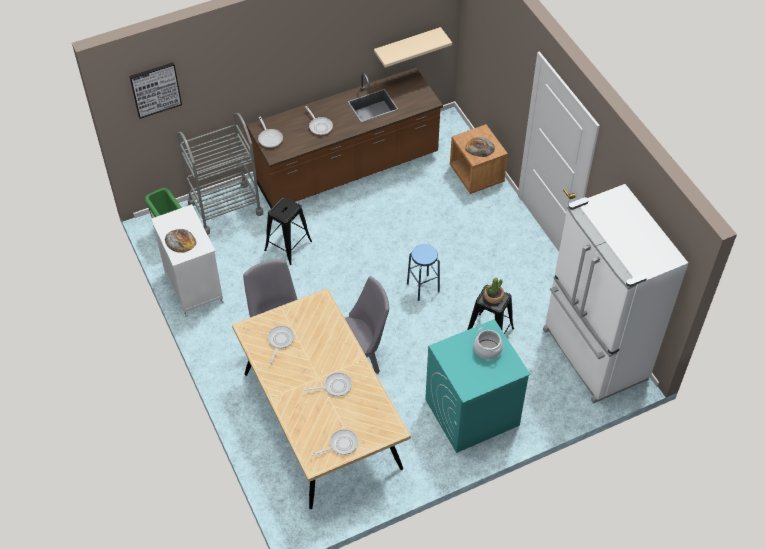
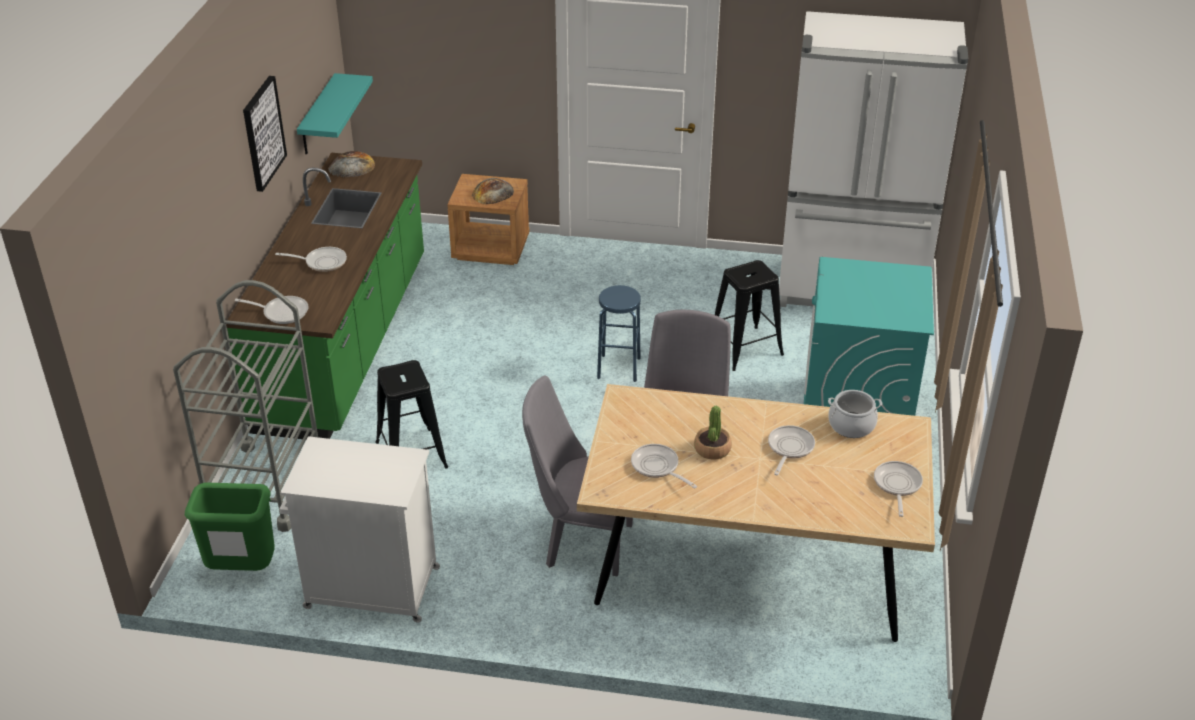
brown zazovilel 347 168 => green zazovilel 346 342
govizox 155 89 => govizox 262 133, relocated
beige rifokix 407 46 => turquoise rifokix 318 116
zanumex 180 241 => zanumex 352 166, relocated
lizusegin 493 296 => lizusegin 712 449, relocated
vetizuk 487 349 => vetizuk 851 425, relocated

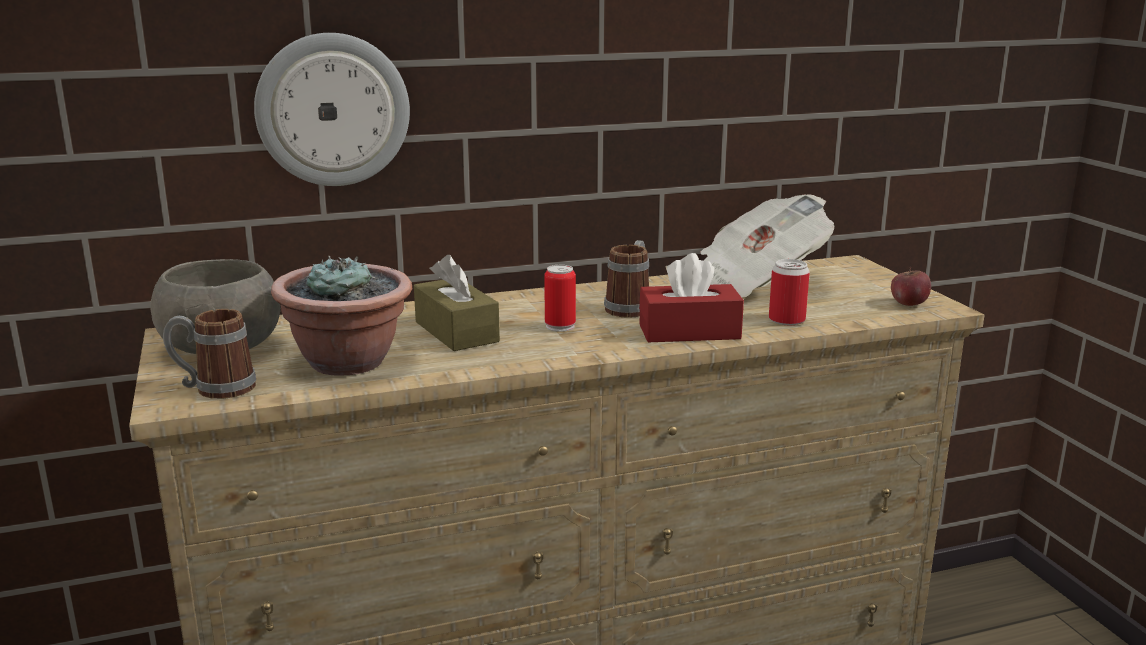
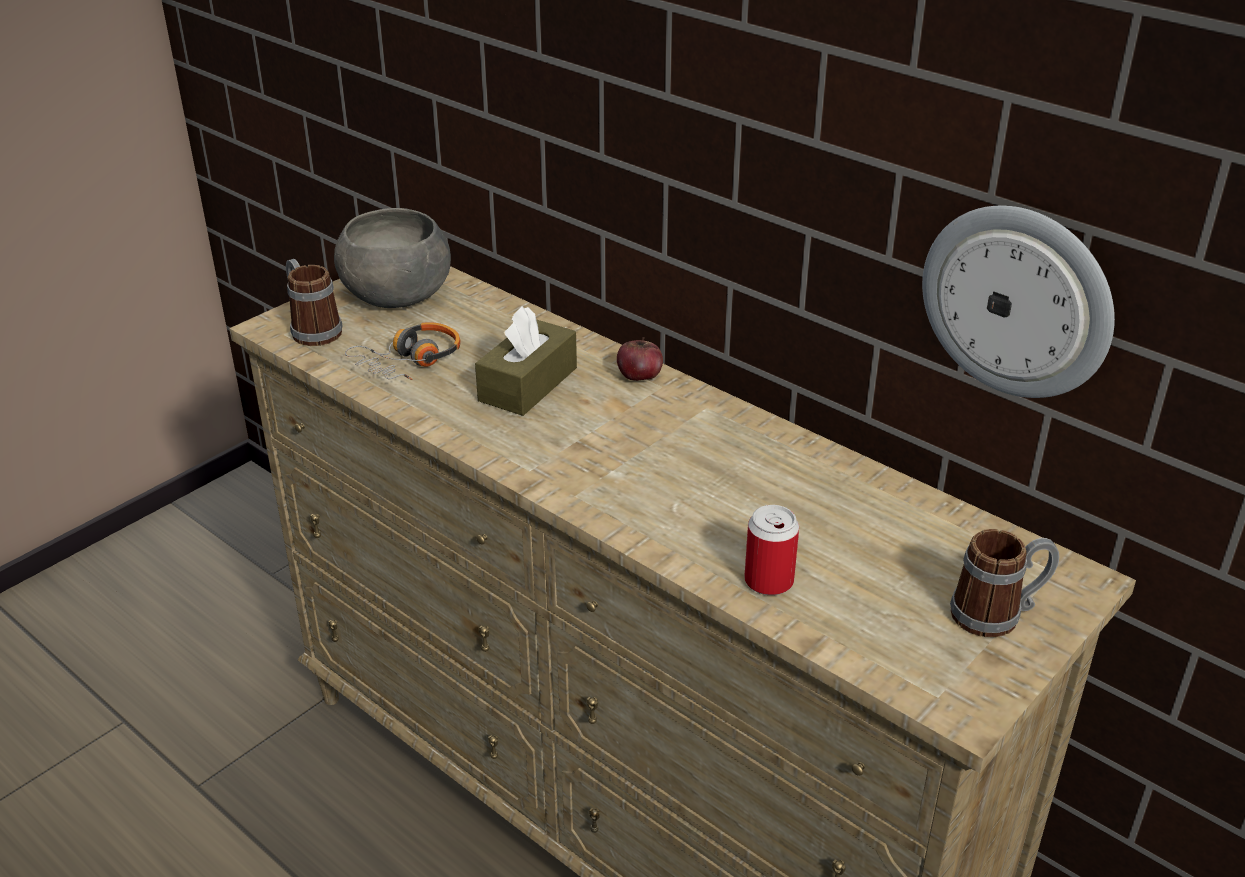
lizusegin 349 362 => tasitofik 410 362
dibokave 908 304 => dibokave 639 377, relocated
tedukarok 333 110 => tedukarok 1017 301, relocated
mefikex 630 307 => mefikex 997 614, relocated
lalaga 560 326 => nothing
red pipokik 689 332 => nothing
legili 752 284 => nothing

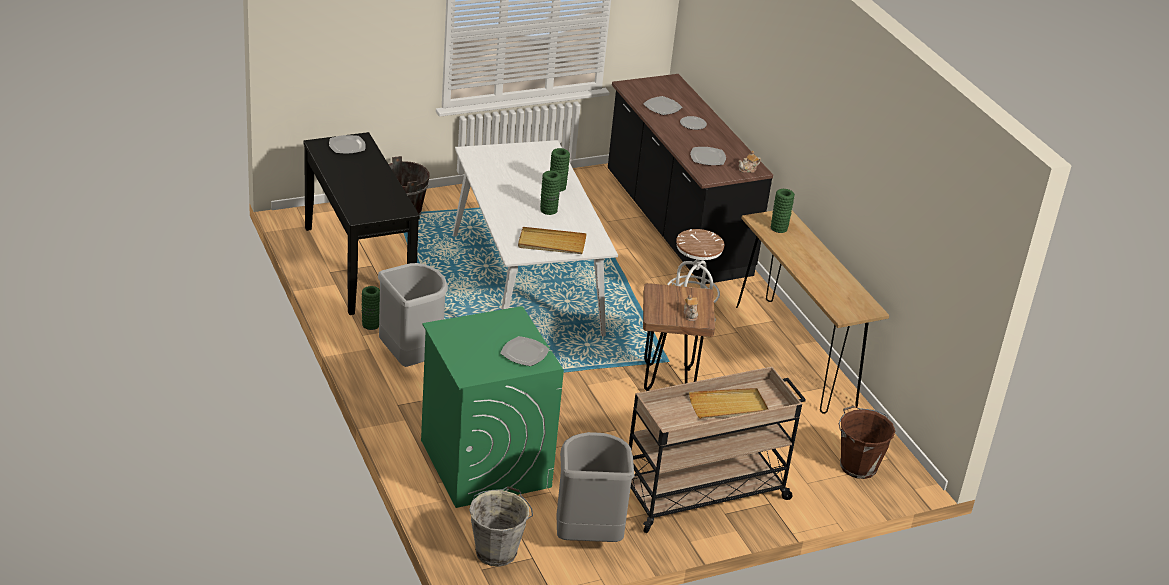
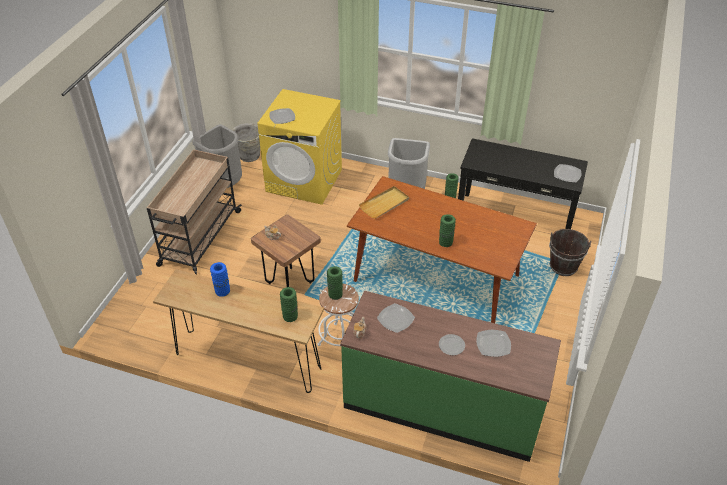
nothing => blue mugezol 222 291
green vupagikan 485 463 => yellow vupagikan 304 180
green mugezol 548 210 => green mugezol 335 294, relocated
black zazovilel 675 226 => green zazovilel 442 406
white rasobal 527 284 => brown rasobal 435 278
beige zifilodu 728 406 => nothing
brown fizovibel 857 465 => nothing

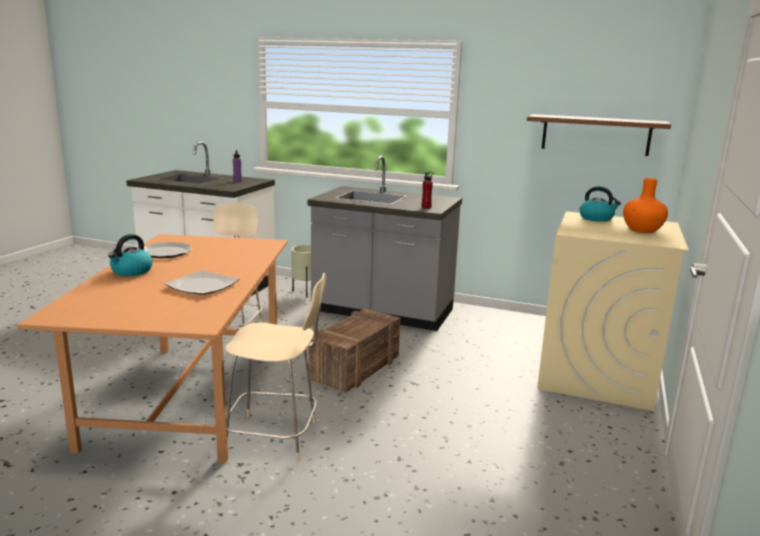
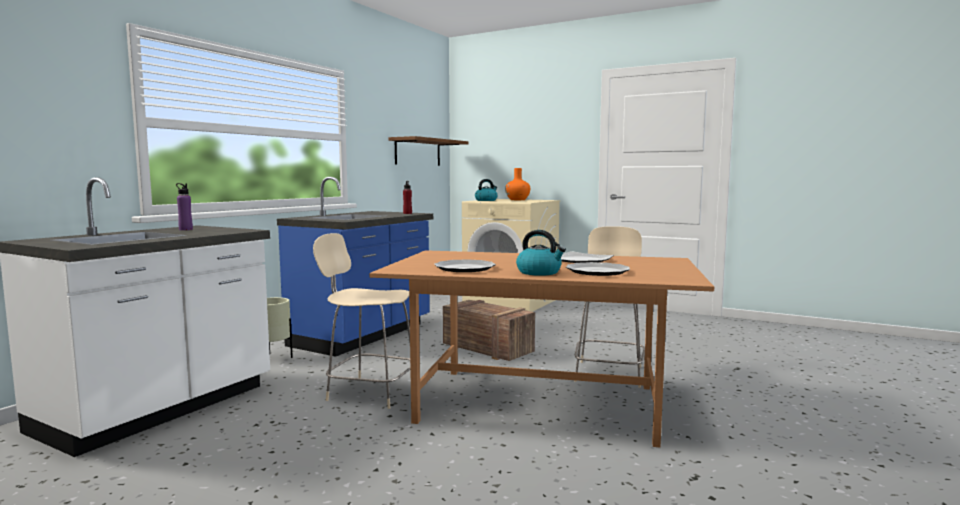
grey zazovilel 382 312 => blue zazovilel 363 335
nothing => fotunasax 598 271

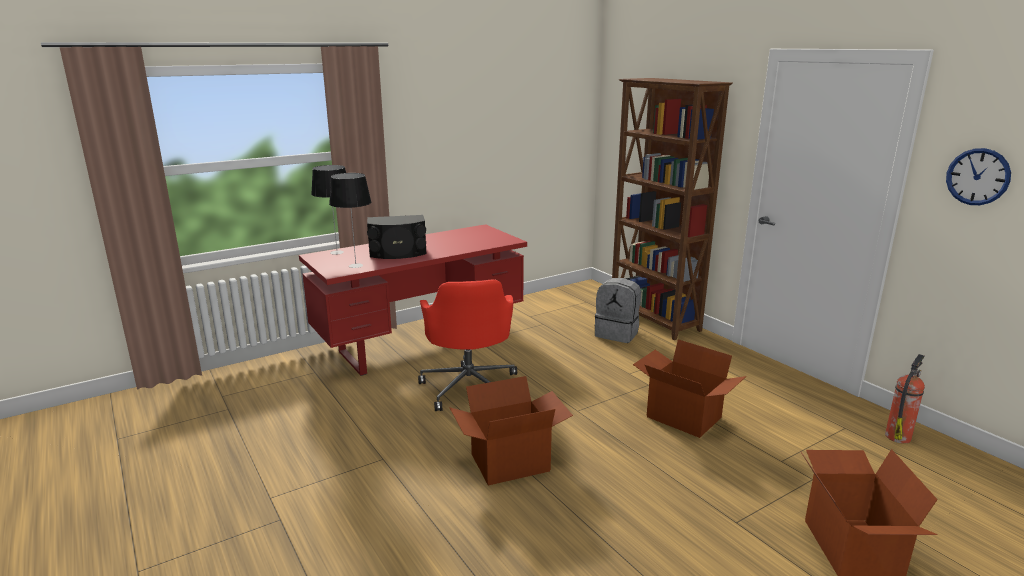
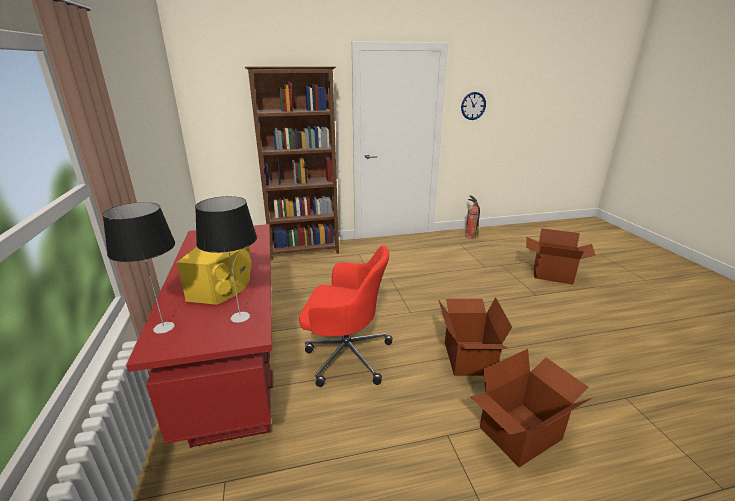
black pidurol 398 253 => yellow pidurol 224 285
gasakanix 683 418 => gasakanix 521 434, relocated
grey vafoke 617 333 => nothing

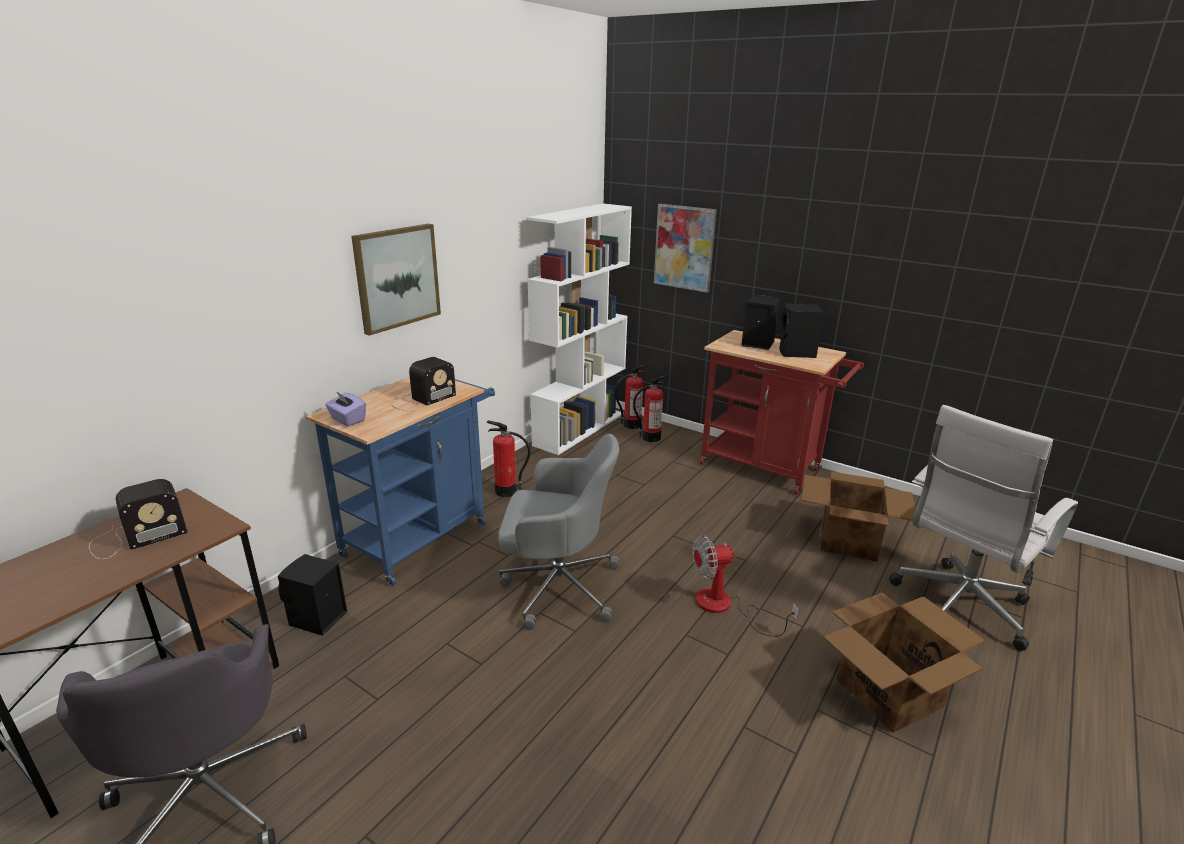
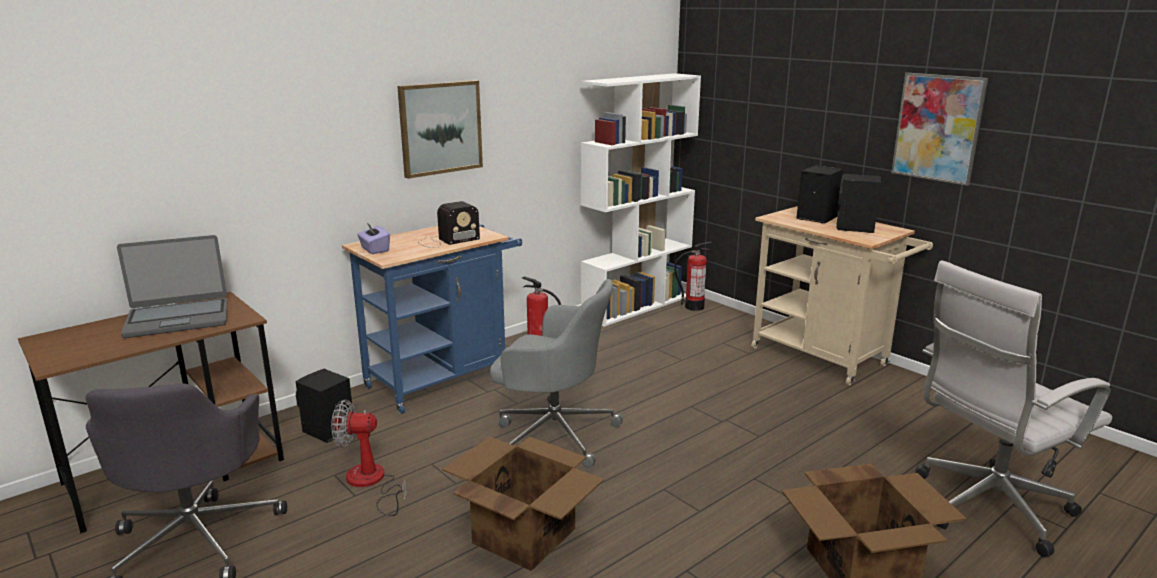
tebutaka 135 538 => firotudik 178 319
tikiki 725 607 => tikiki 371 483, relocated
gasakanix 847 540 => gasakanix 523 535, relocated
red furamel 767 469 => beige furamel 826 359
govizox 684 247 => govizox 938 128, relocated
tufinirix 651 437 => nothing

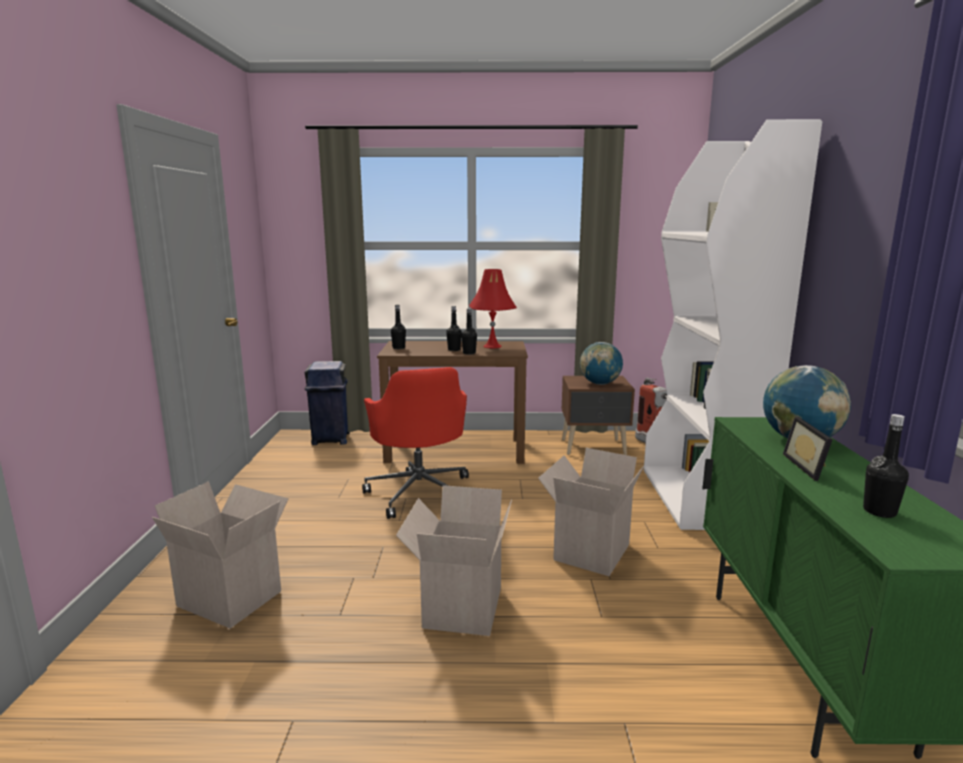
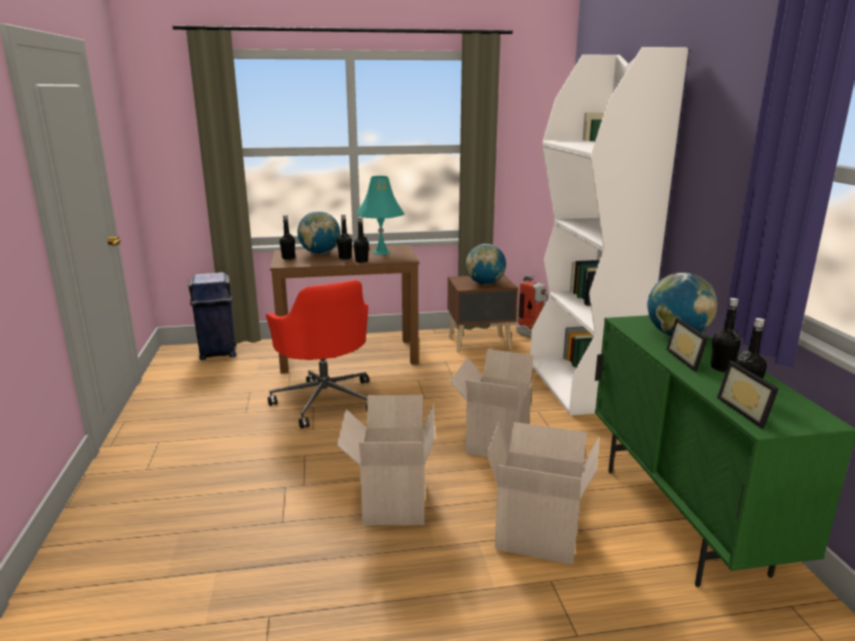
nothing => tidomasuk 320 253
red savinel 492 346 => turquoise savinel 381 252
gasakanix 233 597 => gasakanix 539 534, relocated
nothing => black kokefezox 722 368
nothing => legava 748 411

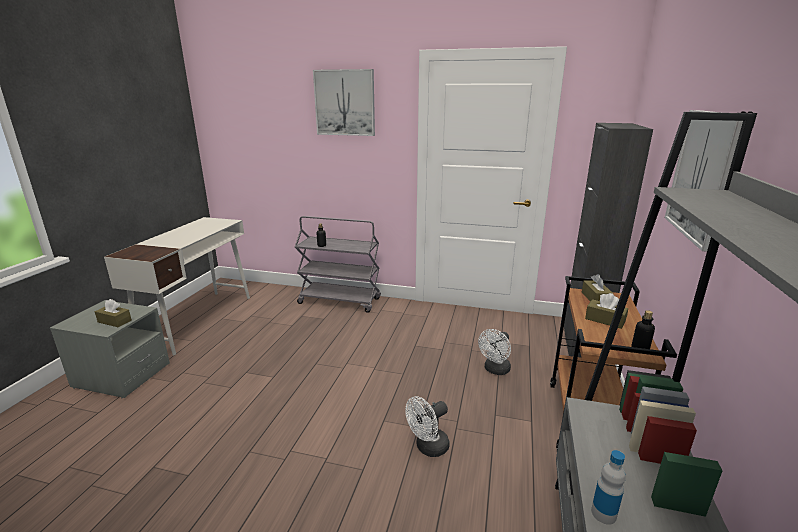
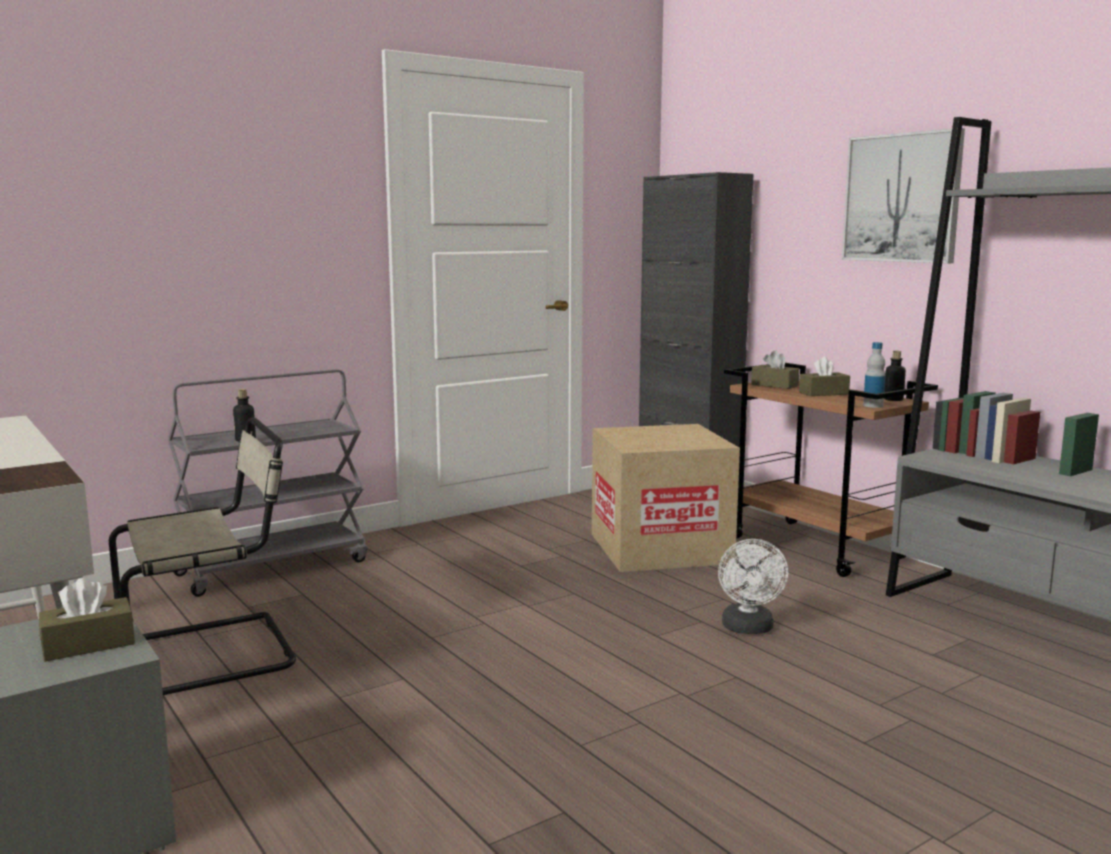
nothing => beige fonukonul 214 653
white tikiki 495 370 => gasakanix 660 548
kokefezox 603 513 => kokefezox 873 405, relocated
govizox 345 103 => nothing

